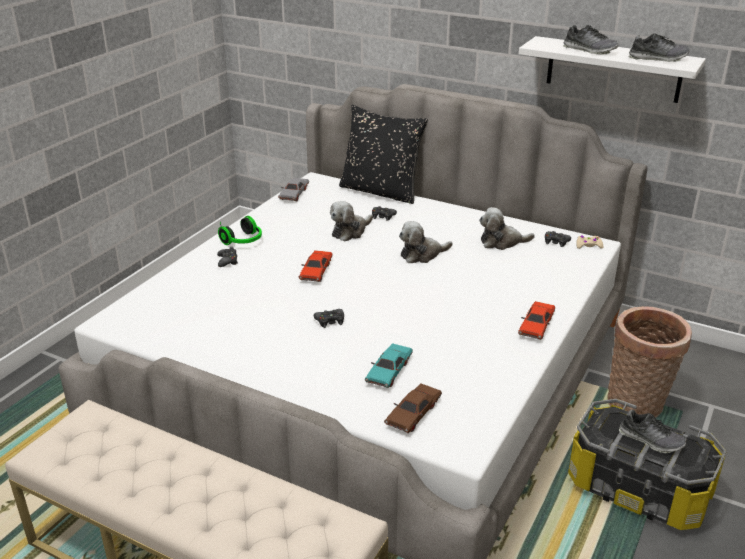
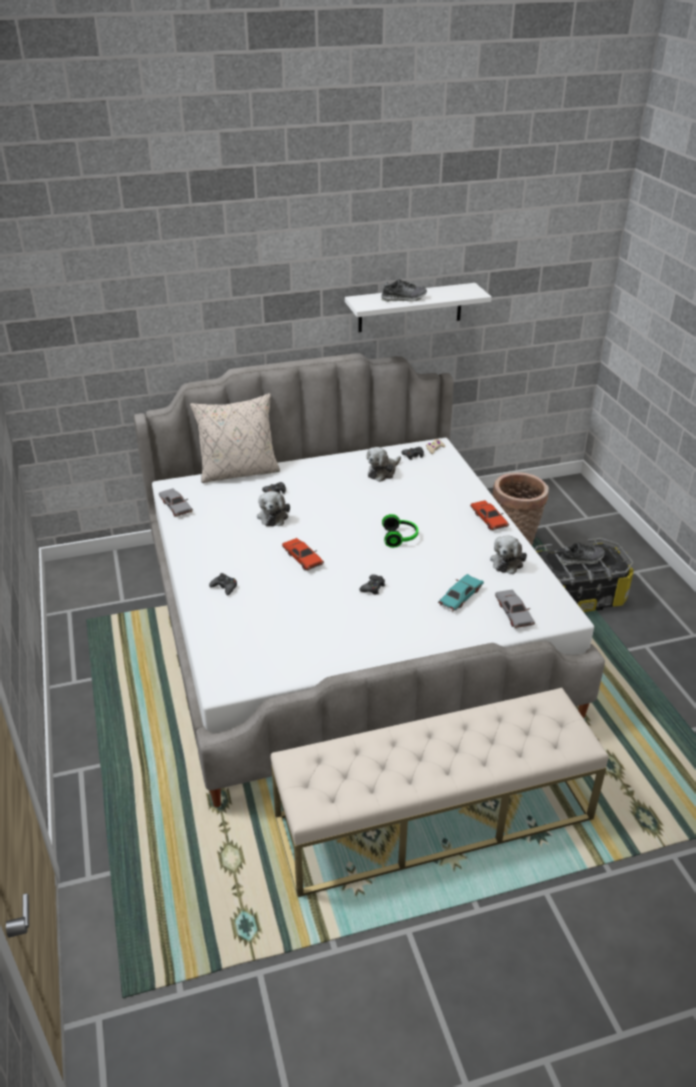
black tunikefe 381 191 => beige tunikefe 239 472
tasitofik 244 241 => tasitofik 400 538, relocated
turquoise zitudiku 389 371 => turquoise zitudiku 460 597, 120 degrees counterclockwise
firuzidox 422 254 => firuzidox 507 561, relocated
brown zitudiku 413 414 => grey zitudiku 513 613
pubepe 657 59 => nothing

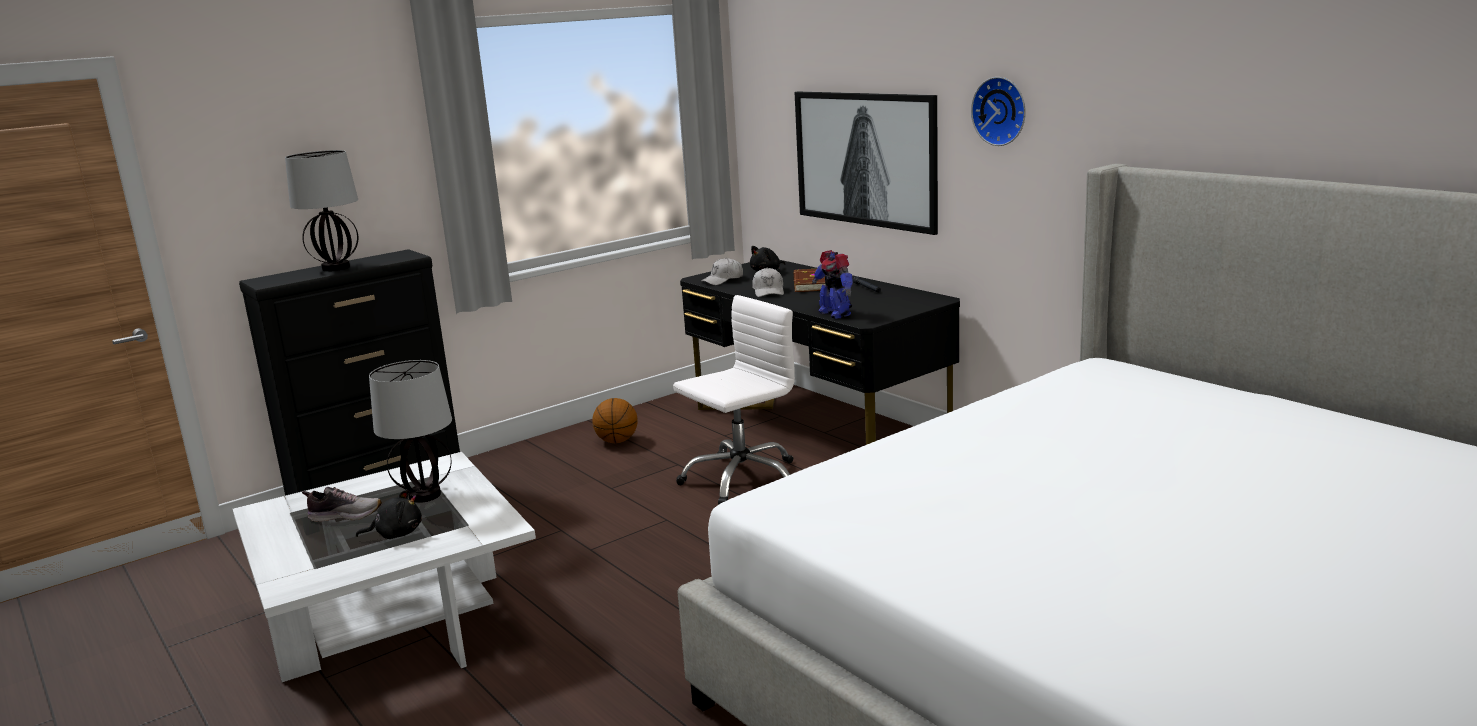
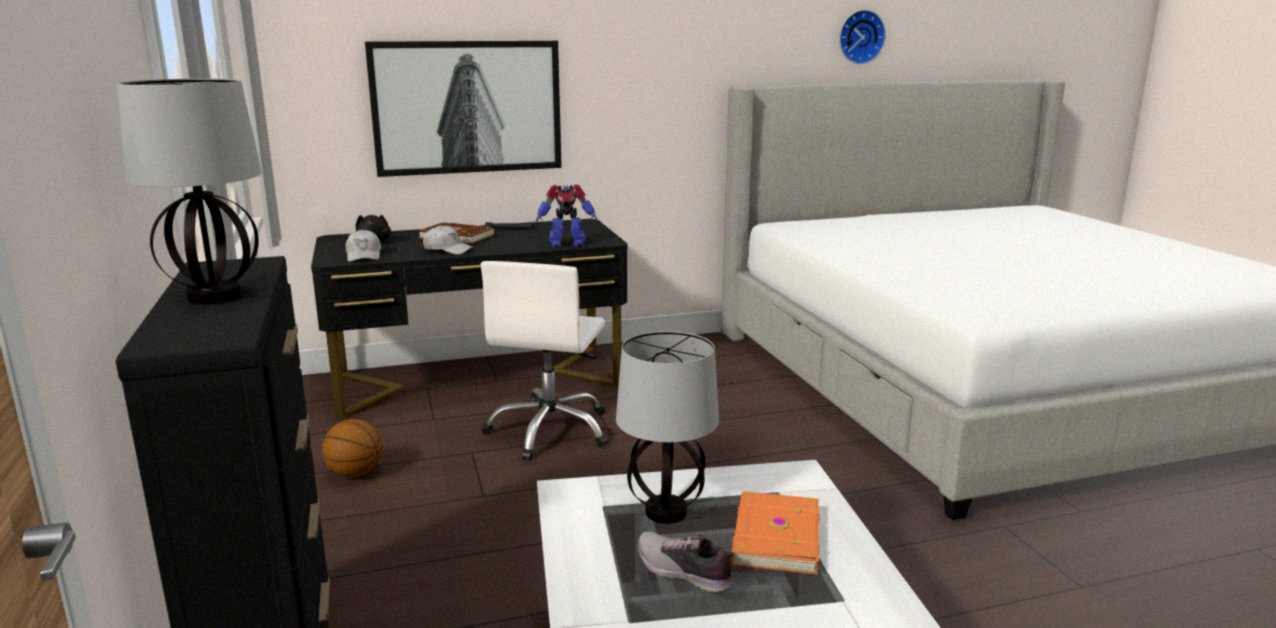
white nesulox 741 479 => white nesulox 550 430, 150 degrees counterclockwise
pubepe 345 515 => pubepe 684 572, 75 degrees counterclockwise
black firuzidox 396 534 => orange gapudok 774 537
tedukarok 1001 111 => tedukarok 860 37, relocated

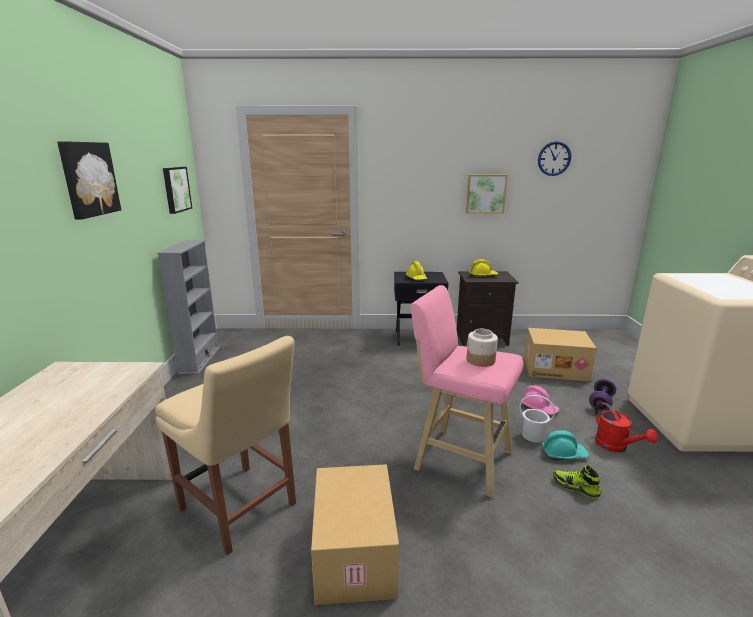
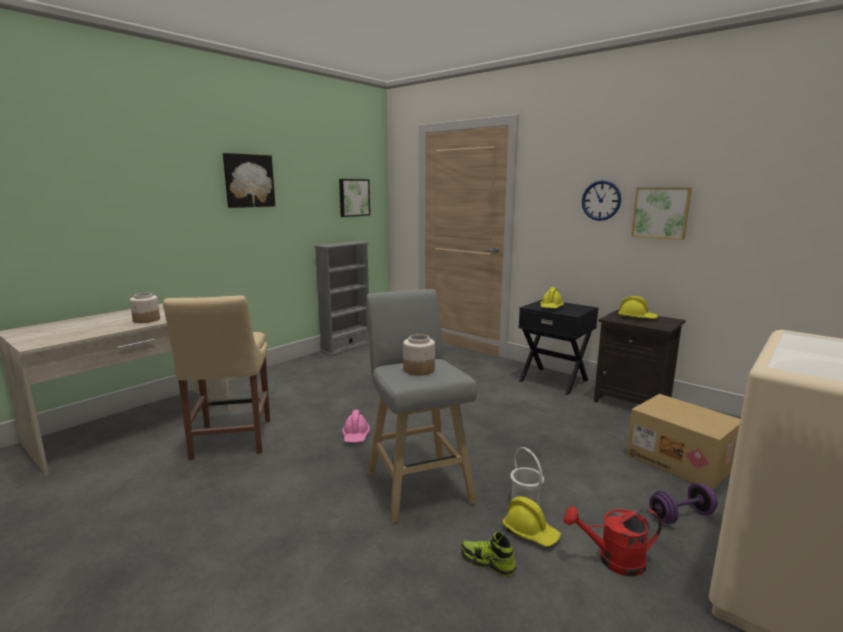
nothing => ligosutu 146 320
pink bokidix 539 408 => pink bokidix 356 436, relocated
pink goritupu 459 458 => grey goritupu 417 484
pubepe 575 487 => pubepe 487 562, 45 degrees counterclockwise
turquoise bokidix 563 454 => yellow bokidix 530 532
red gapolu 616 447 => red gapolu 613 560, 75 degrees clockwise
tedukarok 554 158 => tedukarok 601 200, relocated
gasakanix 352 552 => nothing

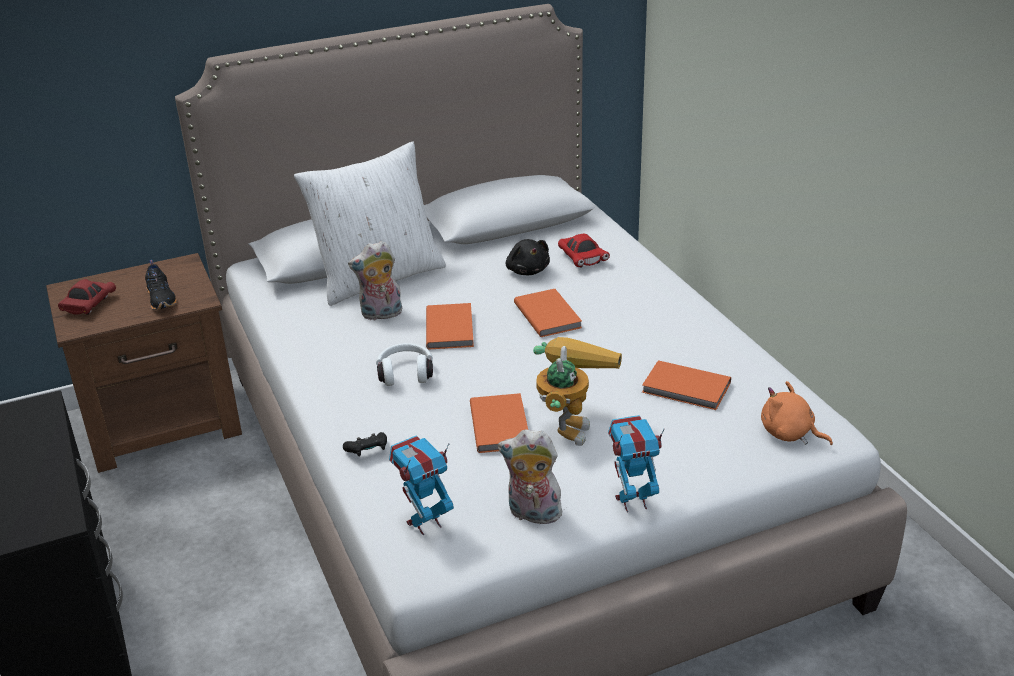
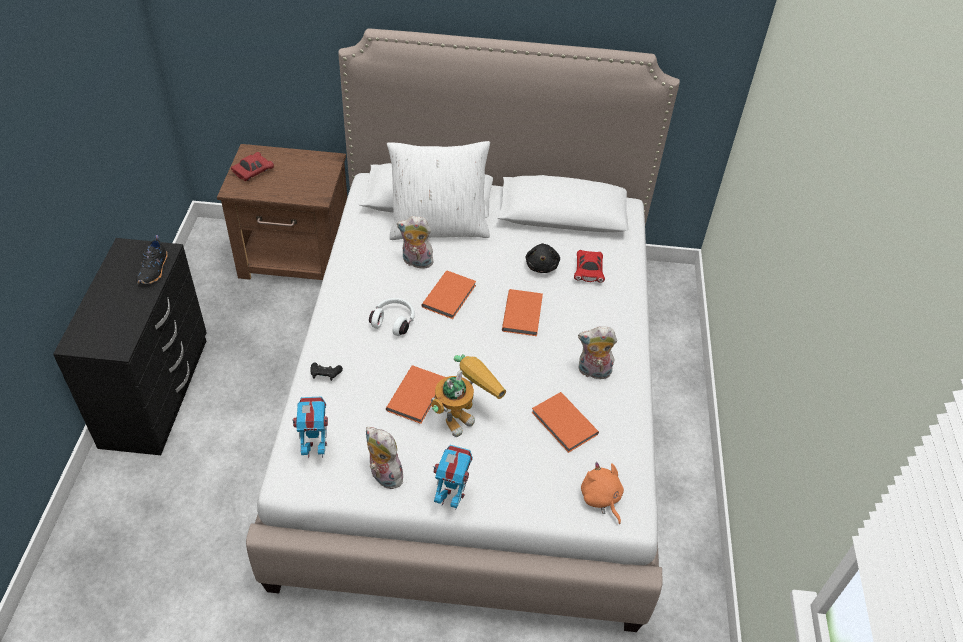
black pubepe 162 299 => black pubepe 154 270, relocated
nothing => firuzidox 593 372

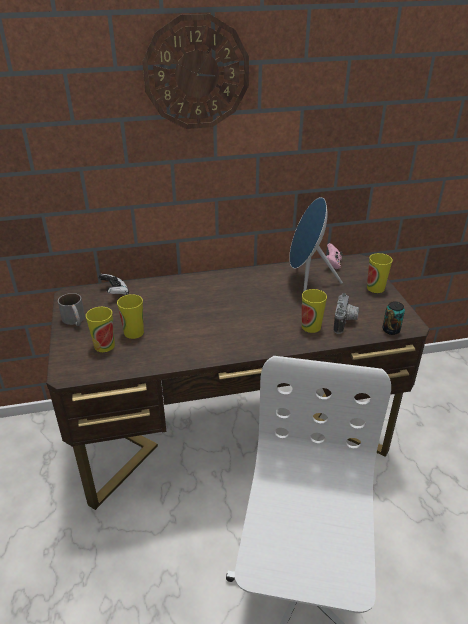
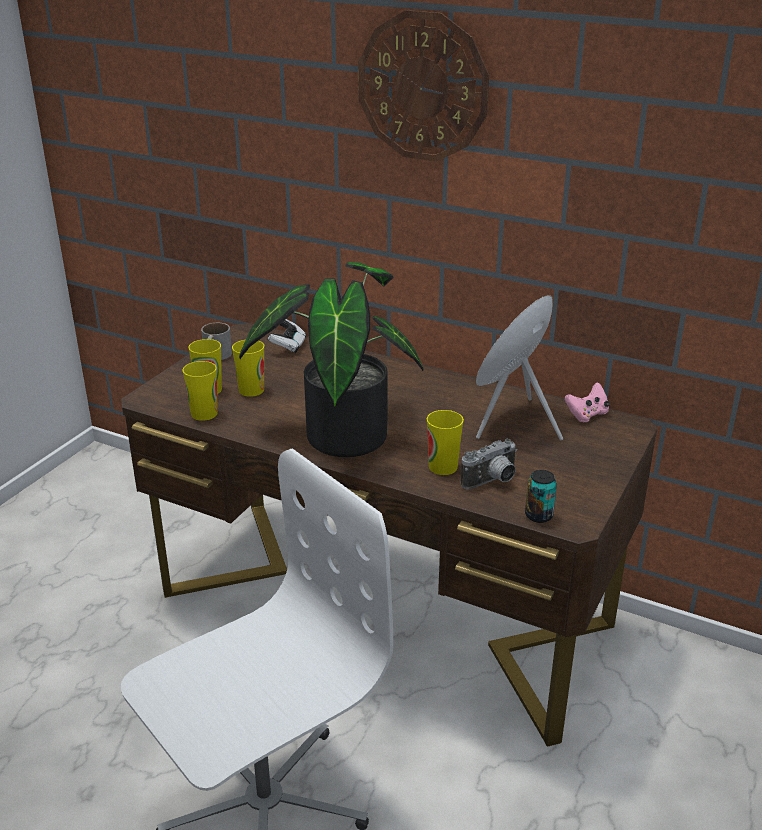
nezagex 375 288 => nezagex 204 413, relocated
nothing => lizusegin 339 433

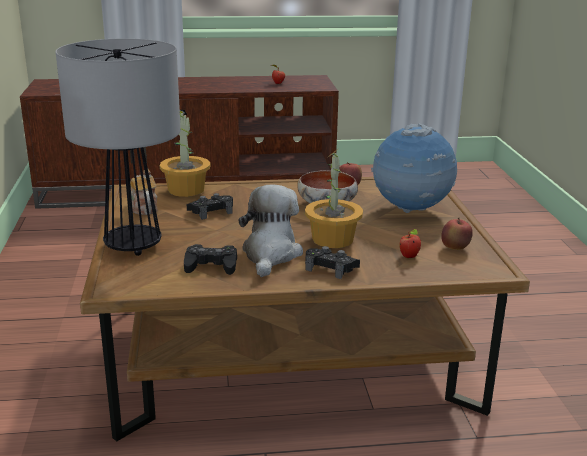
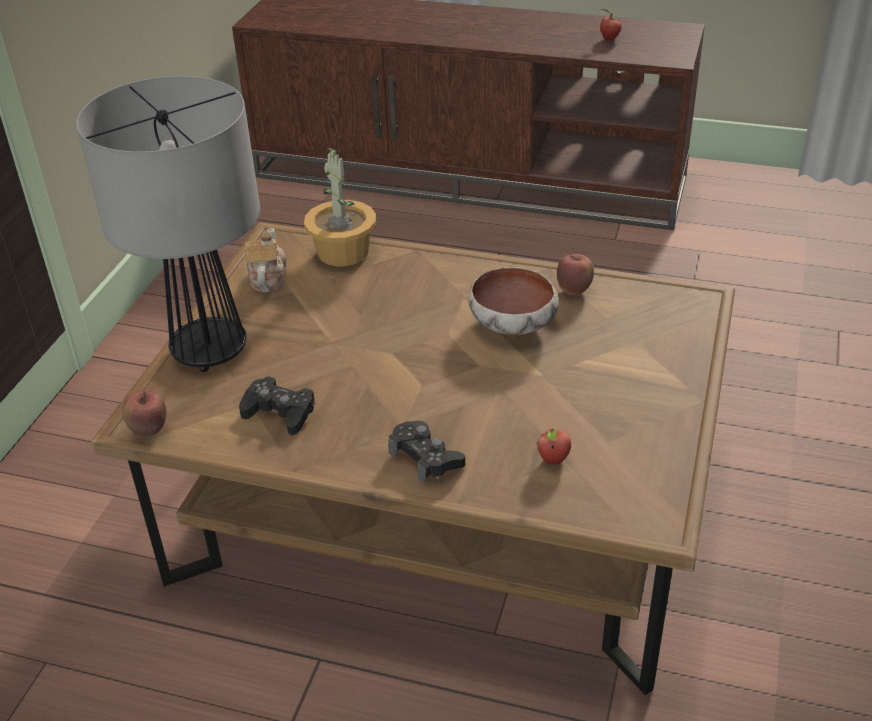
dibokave 455 248 => dibokave 149 430, relocated
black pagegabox 211 212 => nothing
firuzidox 270 254 => nothing
lizusegin 333 239 => nothing
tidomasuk 411 211 => nothing

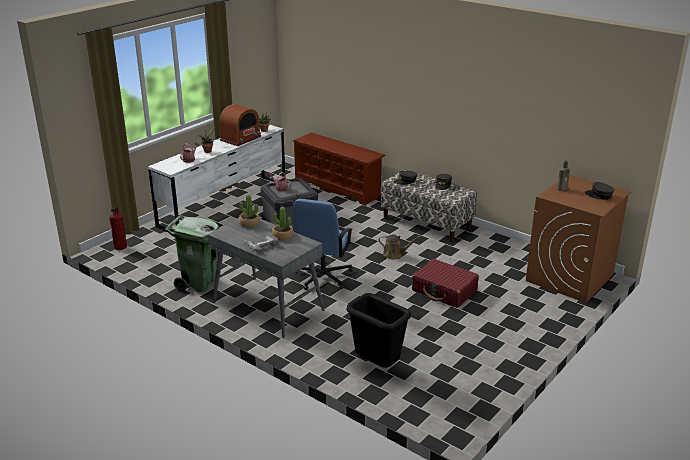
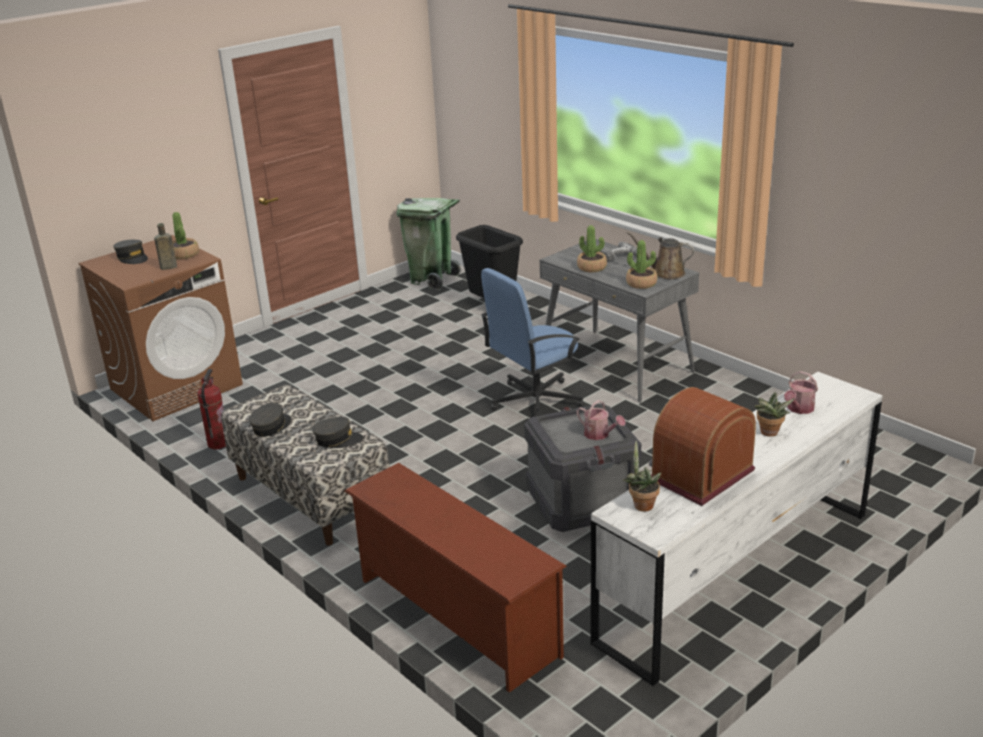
nothing => lizusegin 184 255
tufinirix 120 247 => tufinirix 218 443, relocated
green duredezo 199 283 => green duredezo 432 279, relocated
blue nesulox 322 277 => blue nesulox 534 401, 150 degrees counterclockwise
brown gapolu 394 254 => brown gapolu 665 273, relocated
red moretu 444 291 => nothing

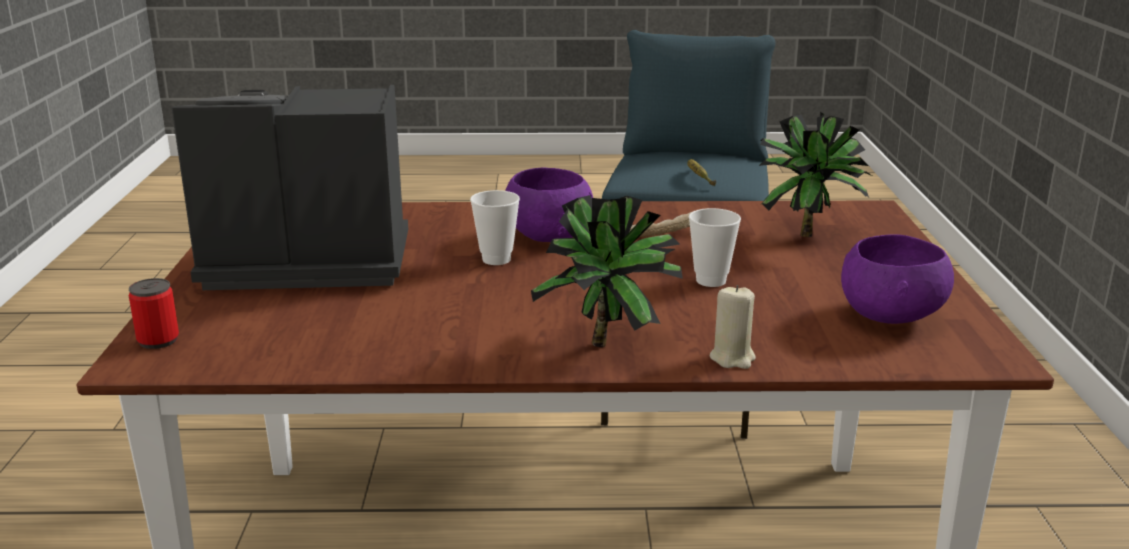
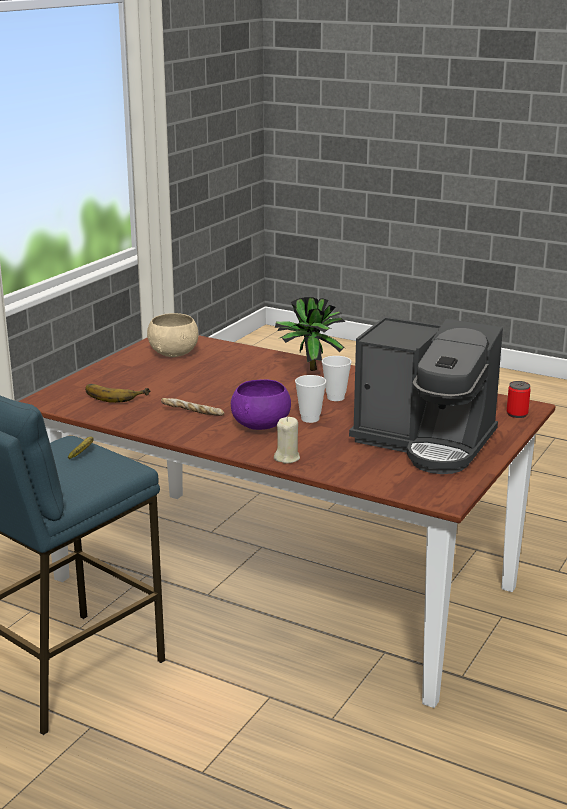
lizusegin 807 233 => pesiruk 115 395
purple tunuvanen 892 318 => beige tunuvanen 173 353
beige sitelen 732 358 => beige sitelen 287 458, relocated
nezagex 711 281 => nezagex 335 397, relocated

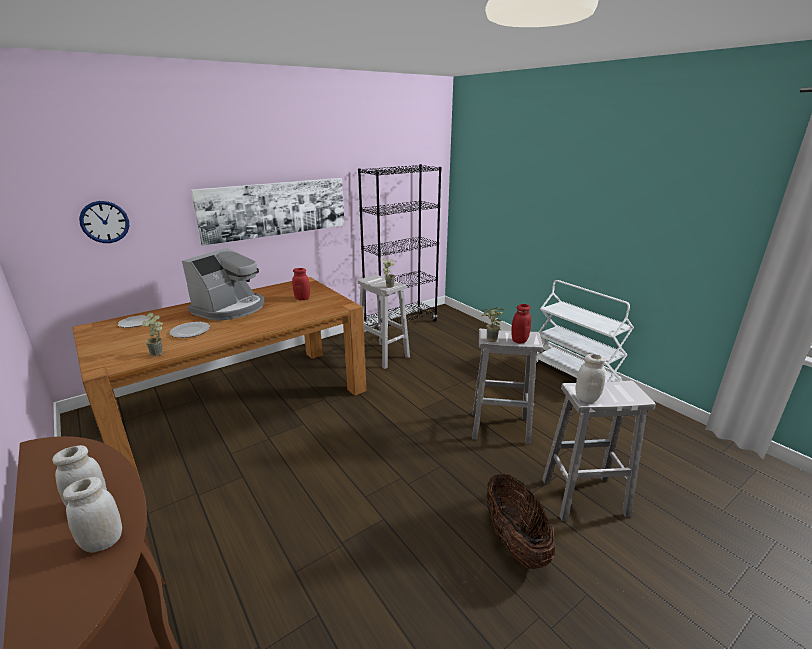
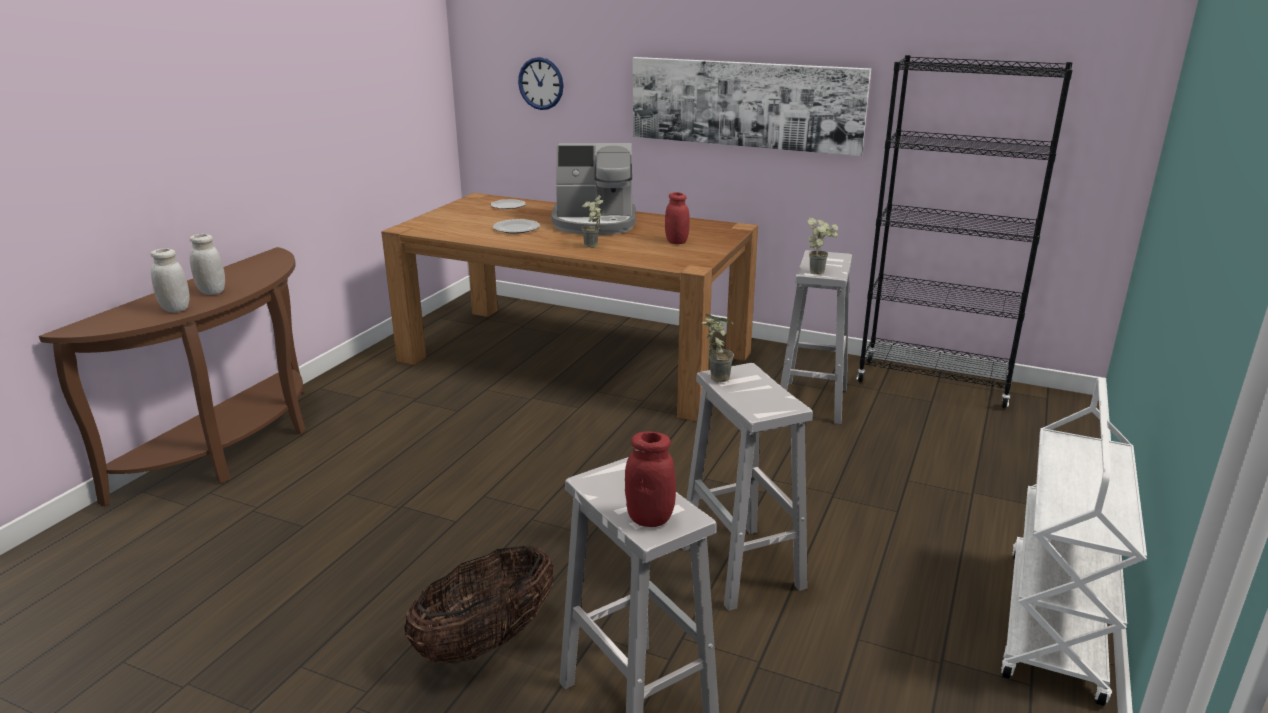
lizusegin 160 354 => lizusegin 593 247, relocated
red ligosutu 519 340 => red ligosutu 650 518, relocated
white ligosutu 587 398 => nothing

